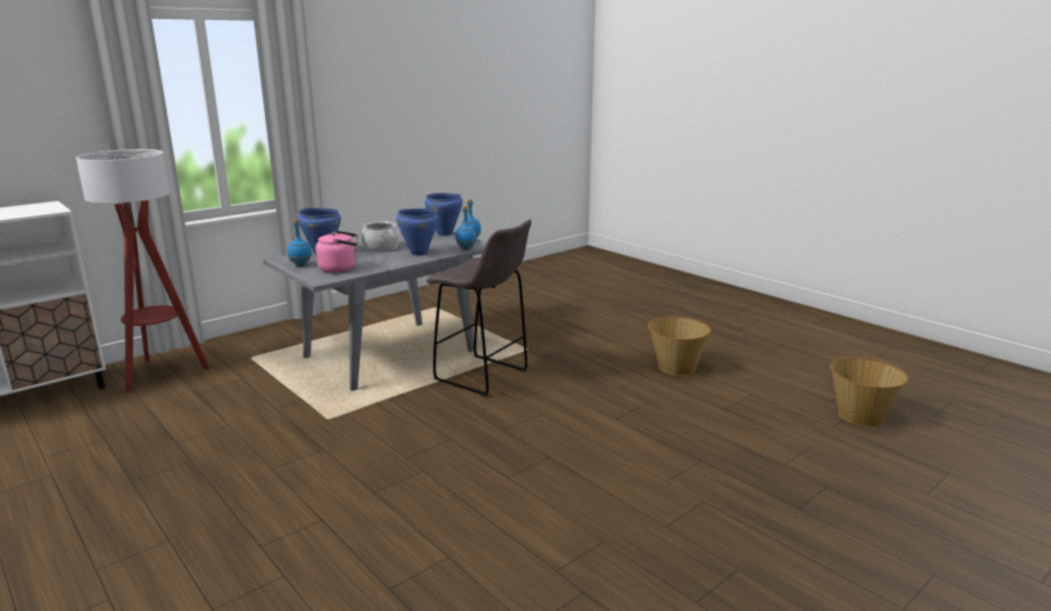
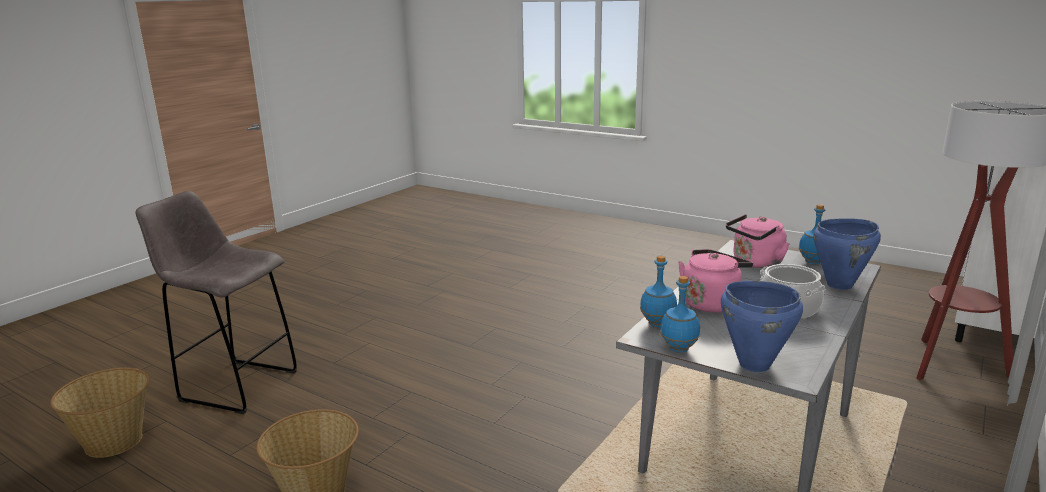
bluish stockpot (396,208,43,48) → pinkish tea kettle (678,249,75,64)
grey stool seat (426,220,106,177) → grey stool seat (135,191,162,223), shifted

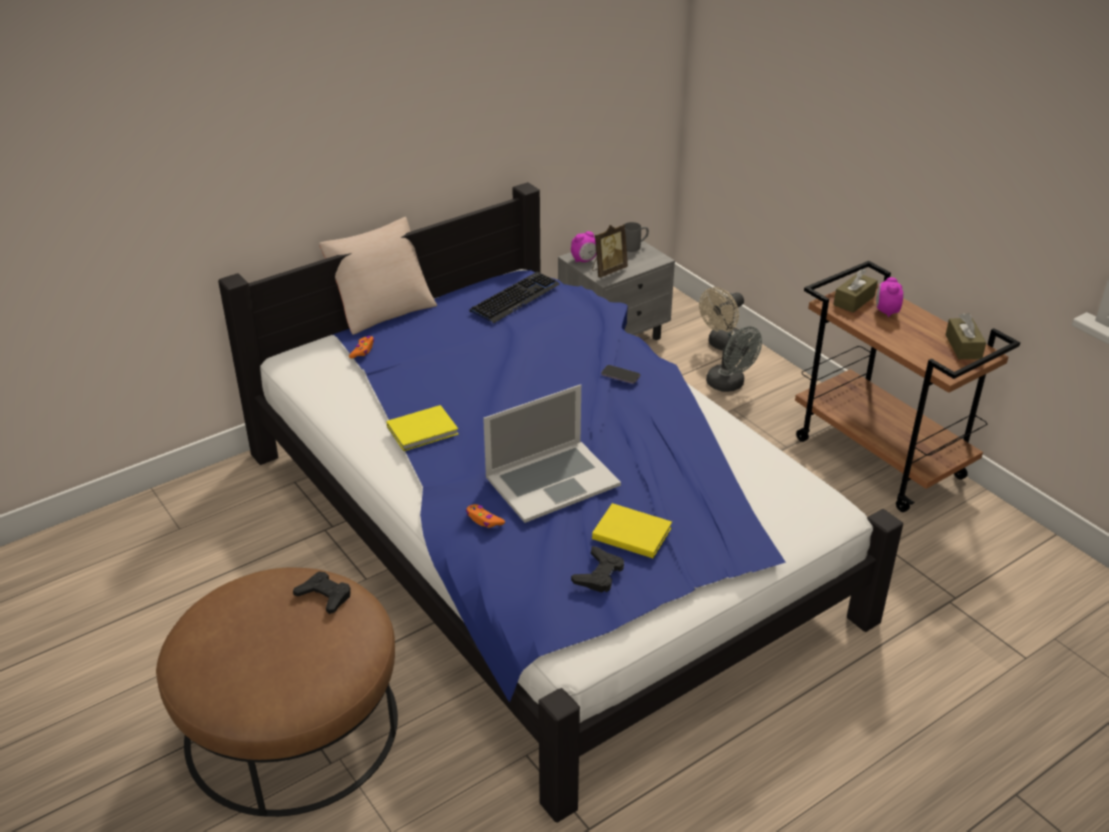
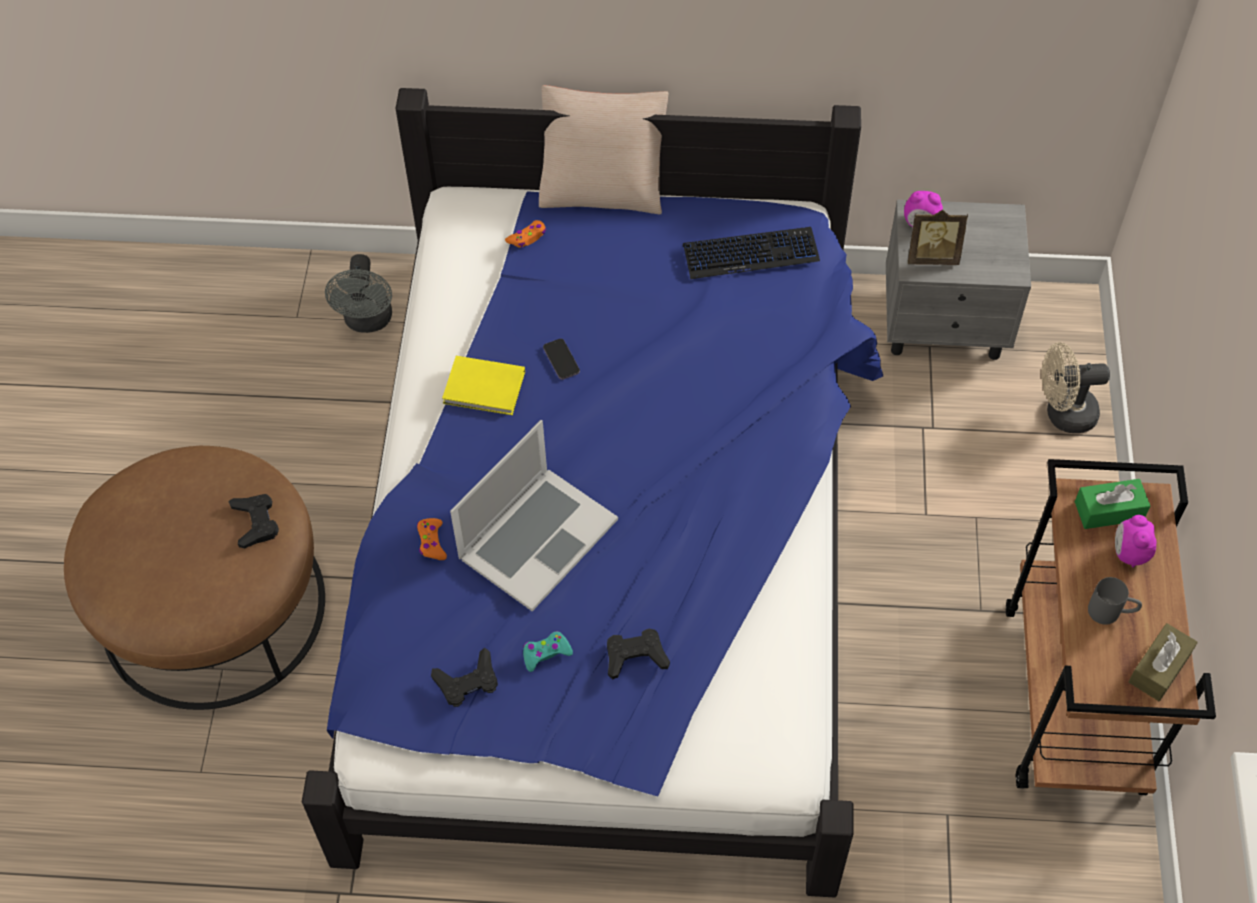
grey coffee mug (625,222,24,30) → grey coffee mug (1088,577,54,48), shifted
brownish box of tissues (833,269,45,44) → green-coloured box of tissues (1075,479,75,50)
table clock (876,277,27,40) → table clock (1115,515,42,53), 45 degrees counterclockwise
grey electric fan (706,326,56,66) → grey electric fan (325,254,67,79), shifted
telephone (601,365,39,19) → telephone (543,338,37,42), shifted
notebook computer (483,384,138,139) → notebook computer (450,420,168,191), 60 degrees counterclockwise
yellow book (592,503,80,56) → blue-green joypad (523,631,50,41)
- → black joypad (607,629,63,51)

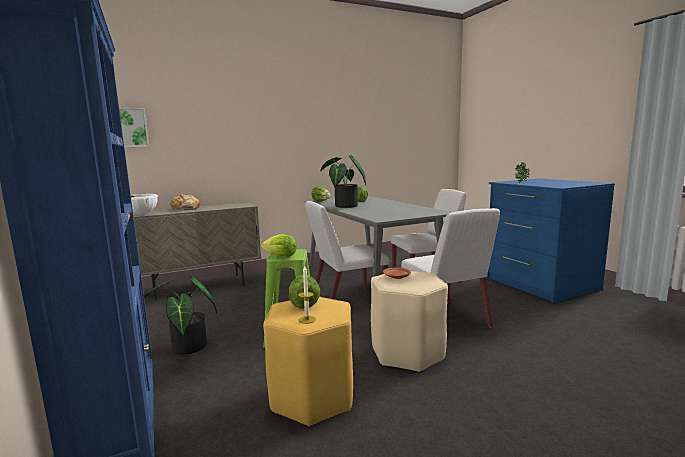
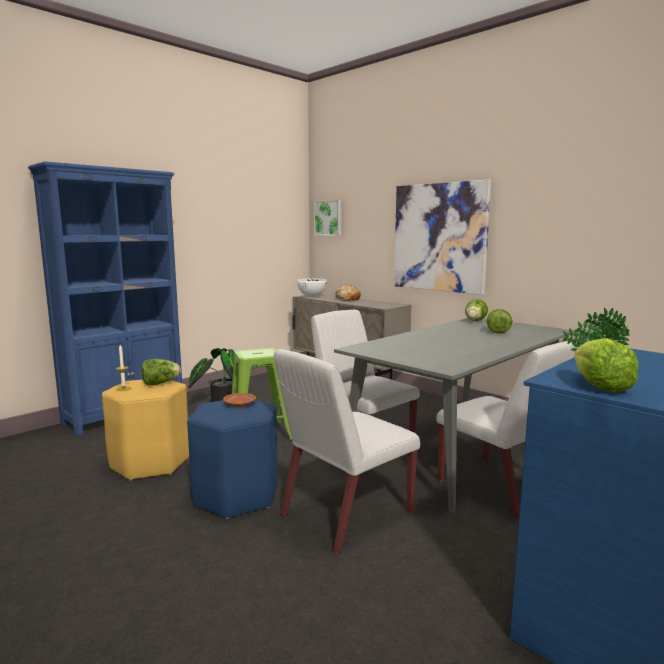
plant in a pot (320,156,46,52) → -
head of lettuce (261,234,36,23) → head of lettuce (574,338,64,55), shifted
sand-coloured stool seat (371,271,77,101) → bluish stool seat (187,400,91,119)
- → wall art (394,180,97,115)

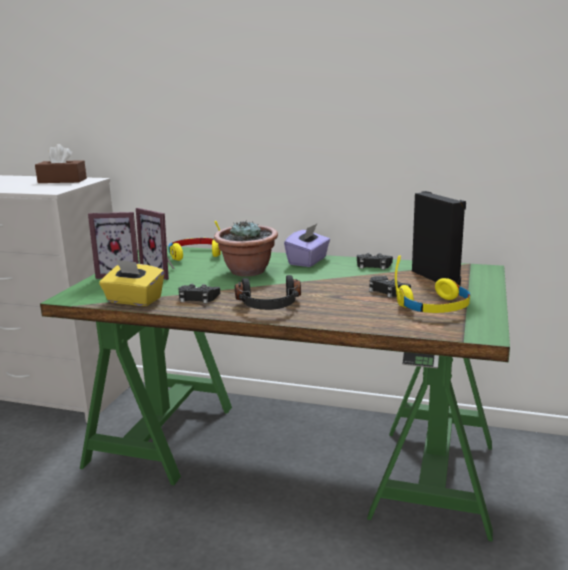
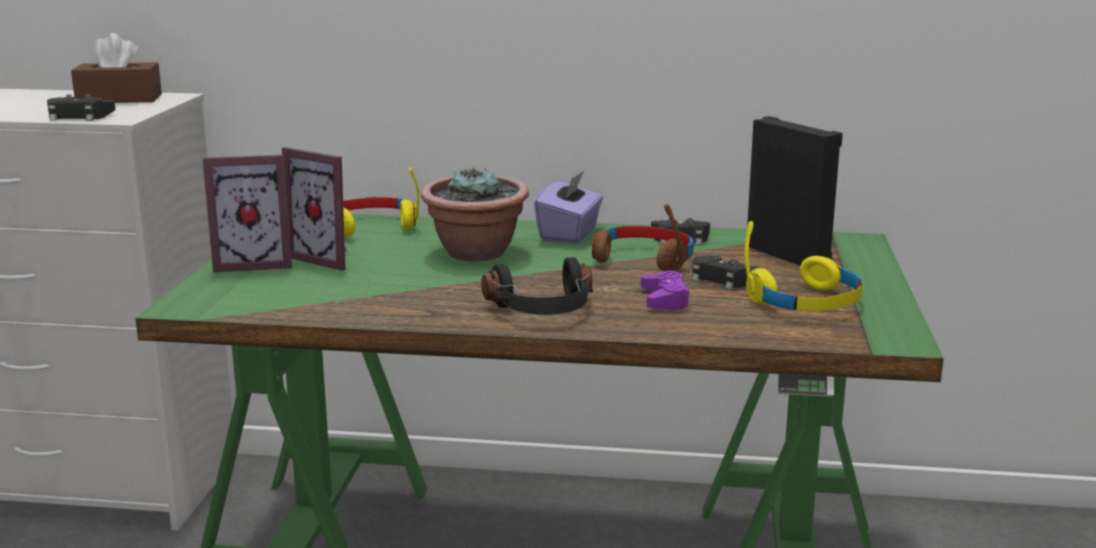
yellow box of tissues (99,259,65,47) → -
black joypad (178,284,42,19) → black joypad (47,94,69,27), shifted
- → brownish headphones (592,204,102,67)
- → purple-coloured joypad (641,271,49,39)

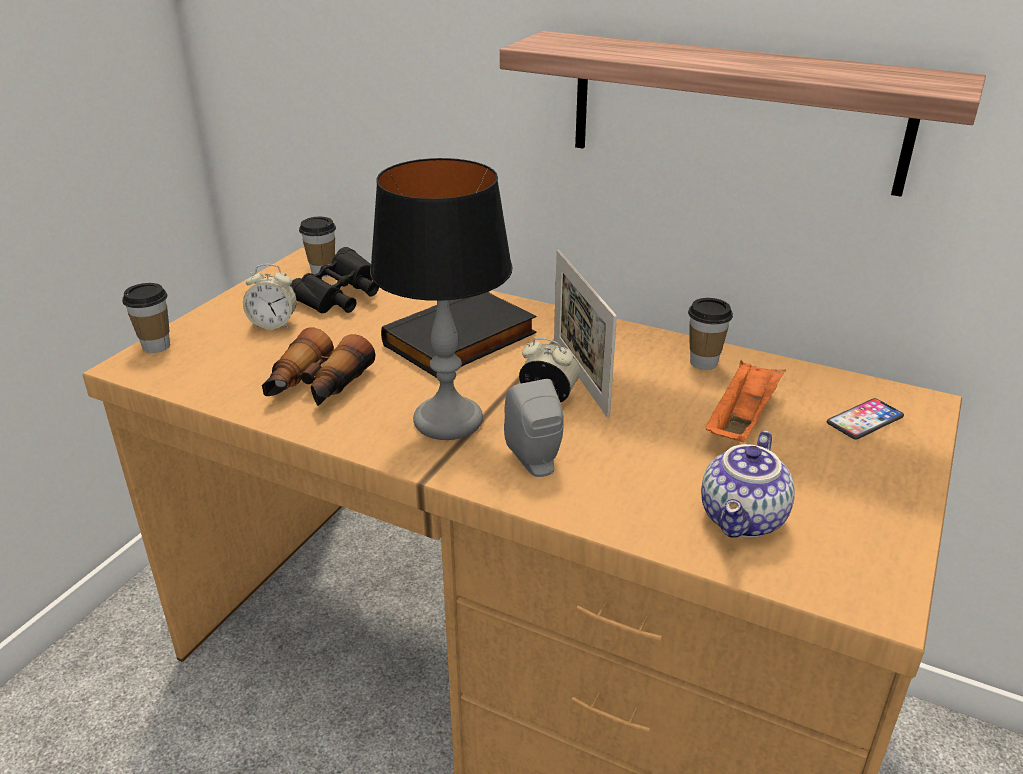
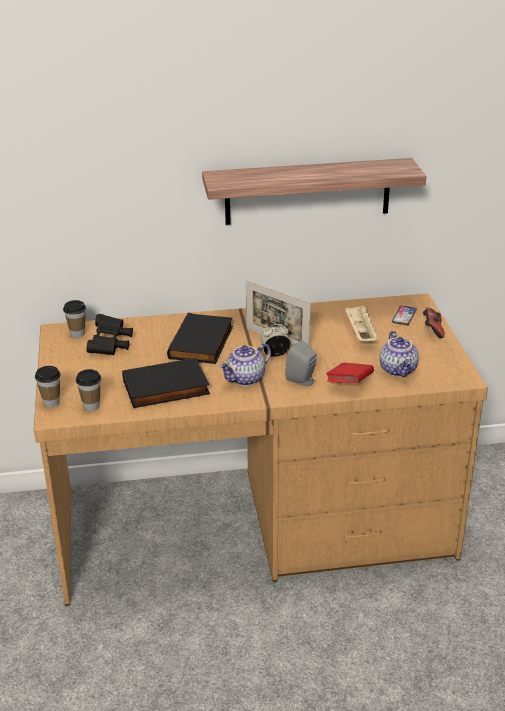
tabletop lamp (370,158,143,282) → teapot (219,343,52,43)
table clock (243,264,54,65) → -
drinking cup (688,298,45,72) → drinking cup (76,369,25,42), shifted
field glasses (262,328,113,78) → black book (122,358,88,50)
orange serving tray (705,360,81,82) → sand-coloured serving tray (345,304,33,38)
- → joypad (423,308,22,30)
- → reddish book (326,363,48,20)

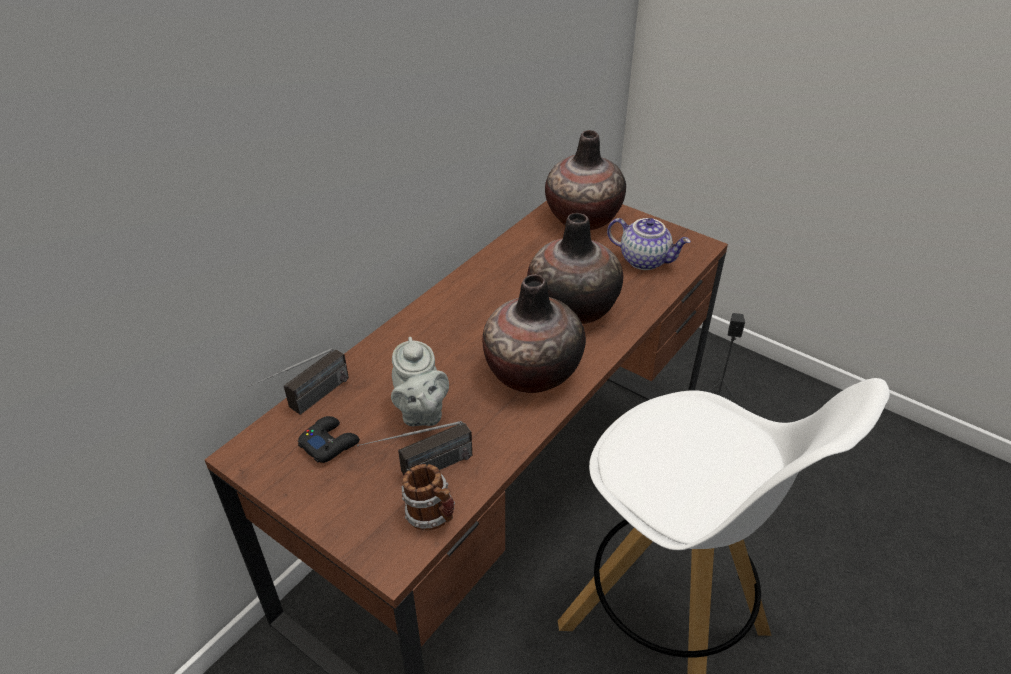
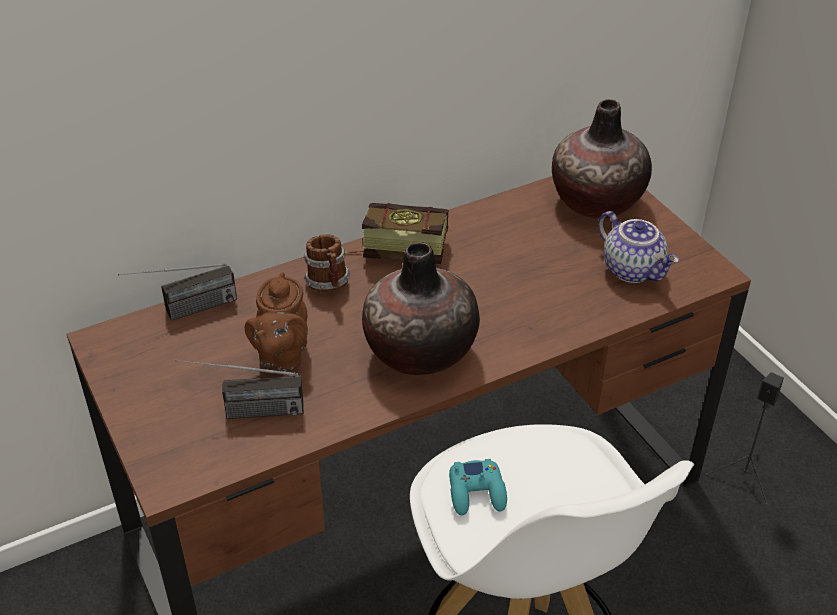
decorative vase (527,213,96,111) → -
grey teapot (391,337,58,89) → brownish teapot (245,272,63,100)
black joypad (297,416,63,47) → -
coffee mug (401,464,54,67) → coffee mug (303,235,47,58), shifted
- → book (345,203,104,61)
- → blue-green joypad (449,459,58,56)

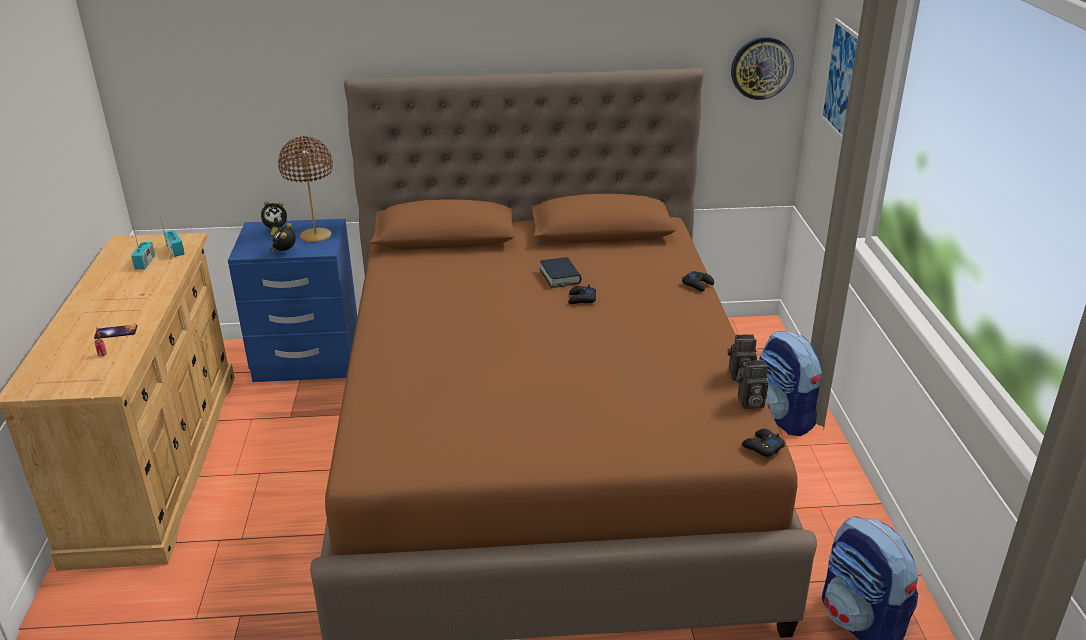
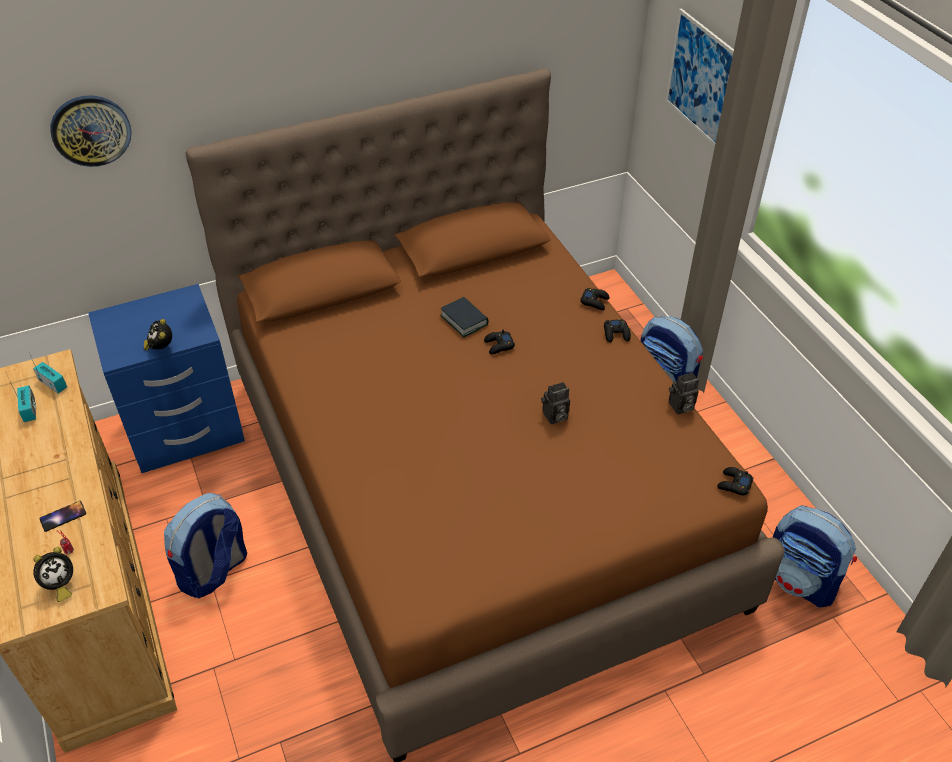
hanging clock (731,37,63,63) → hanging clock (50,96,82,71), shifted
brownish tabletop lamp (278,136,55,106) → -
table clock (261,201,26,35) → table clock (33,547,40,55), shifted
still camera (737,360,31,49) → still camera (541,382,29,42), shifted
- → black joypad (604,319,27,24)
- → knapsack (164,493,83,105)

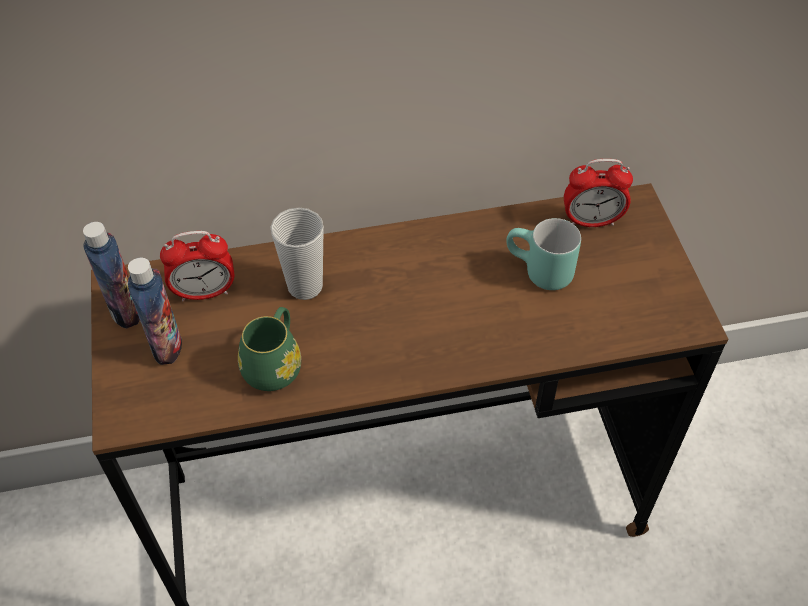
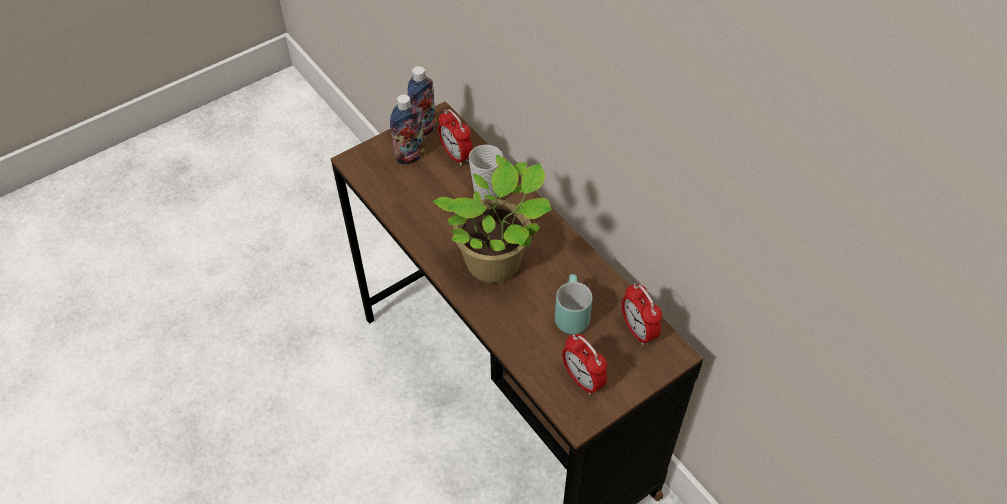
green-coloured coffee mug (238,307,63,84) → -
- → plant in a pot (432,155,119,128)
- → table clock (562,334,45,61)

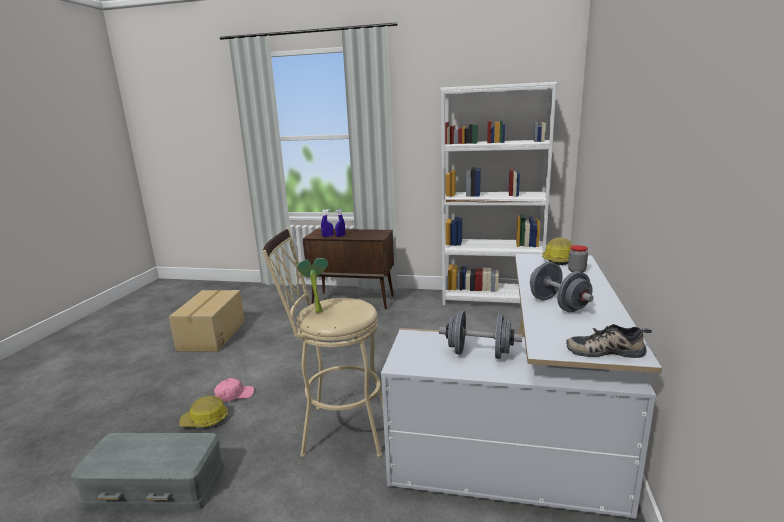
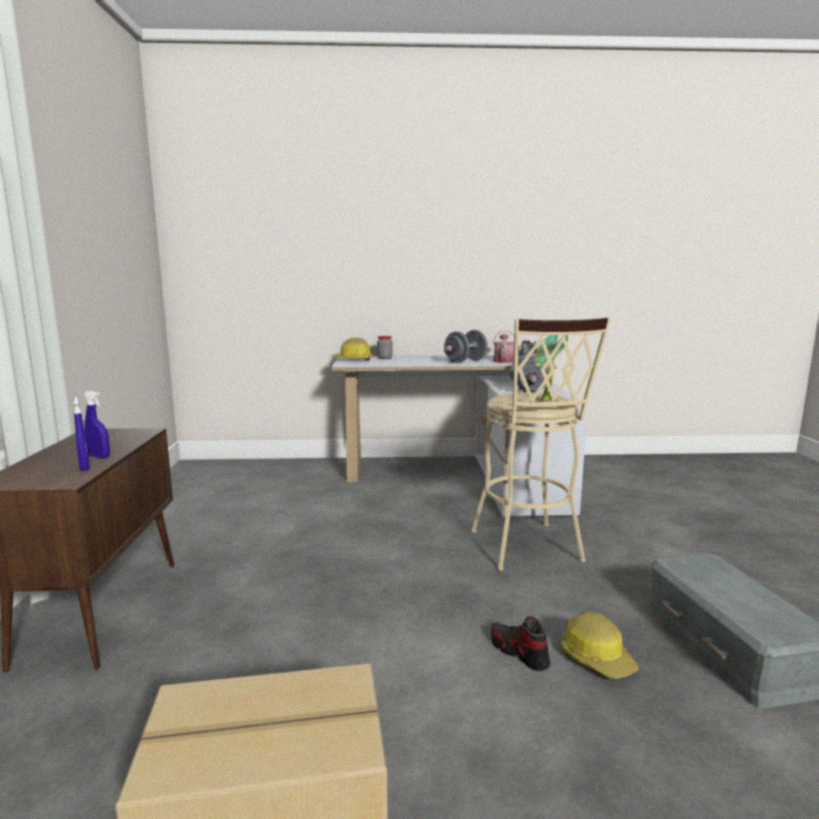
whitish bookcase (441,82,116,224) → -
pinkish baseball cap (214,378,40,24) → item of footwear (491,616,59,55)
- → watering pot (493,331,21,32)

